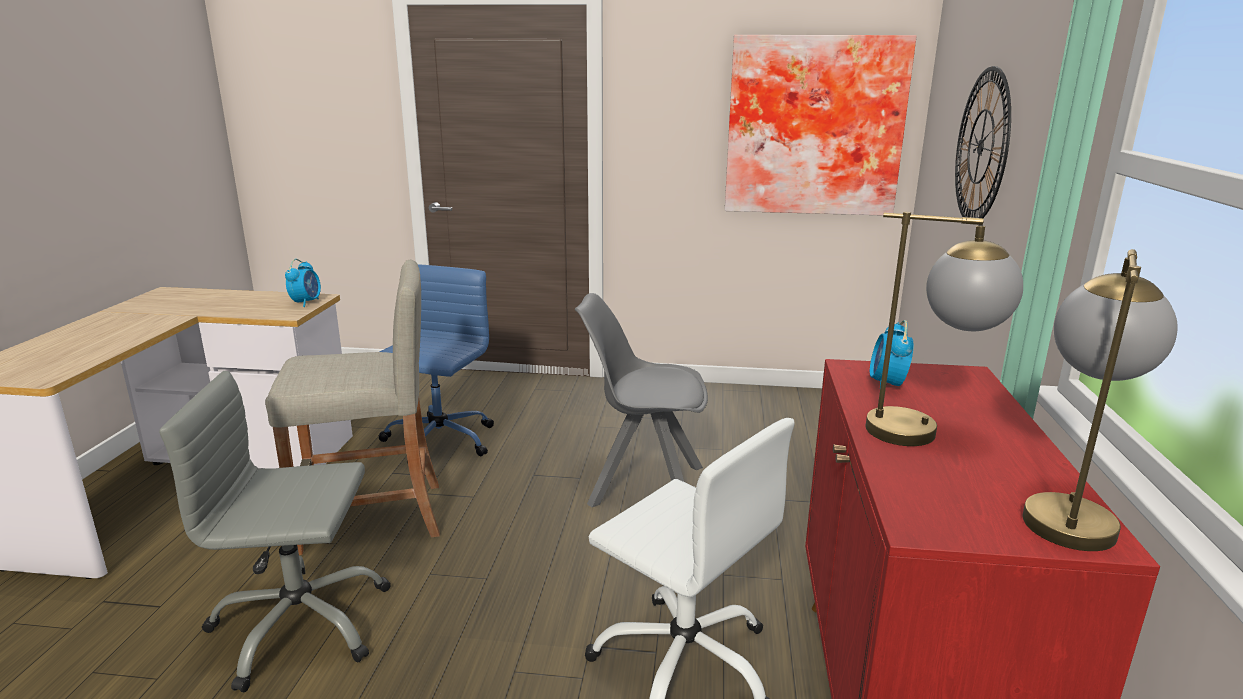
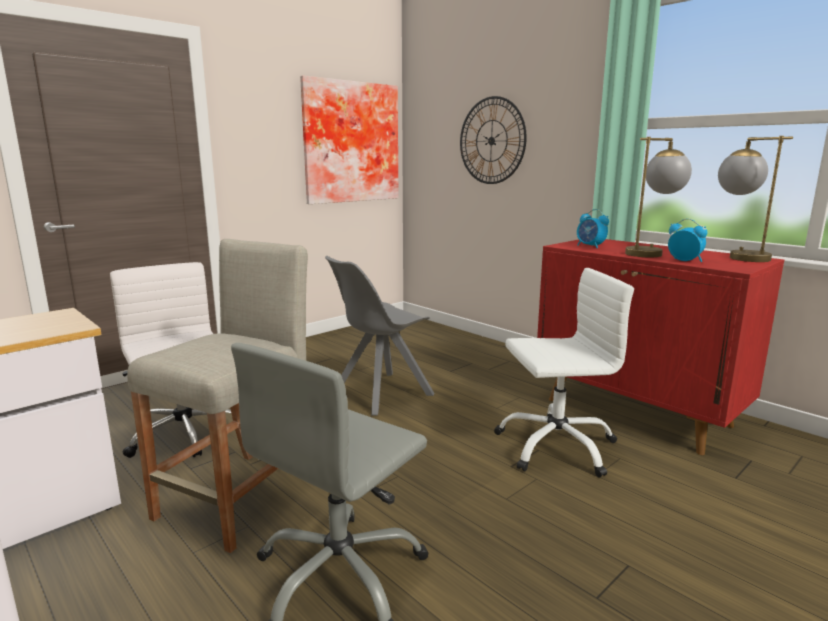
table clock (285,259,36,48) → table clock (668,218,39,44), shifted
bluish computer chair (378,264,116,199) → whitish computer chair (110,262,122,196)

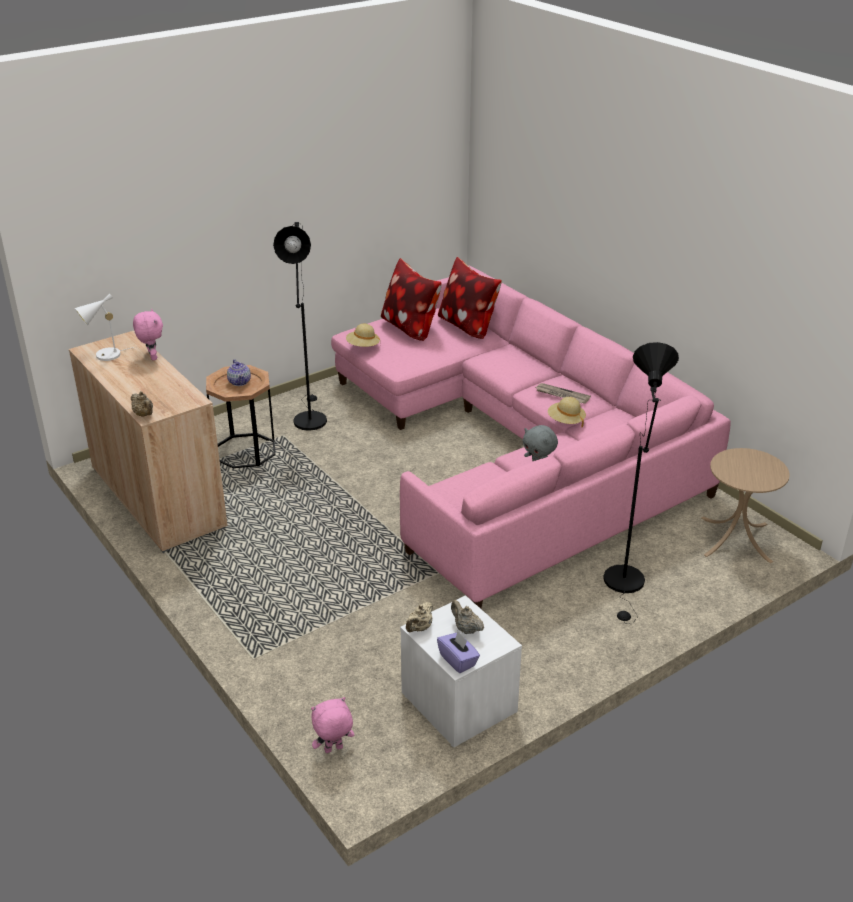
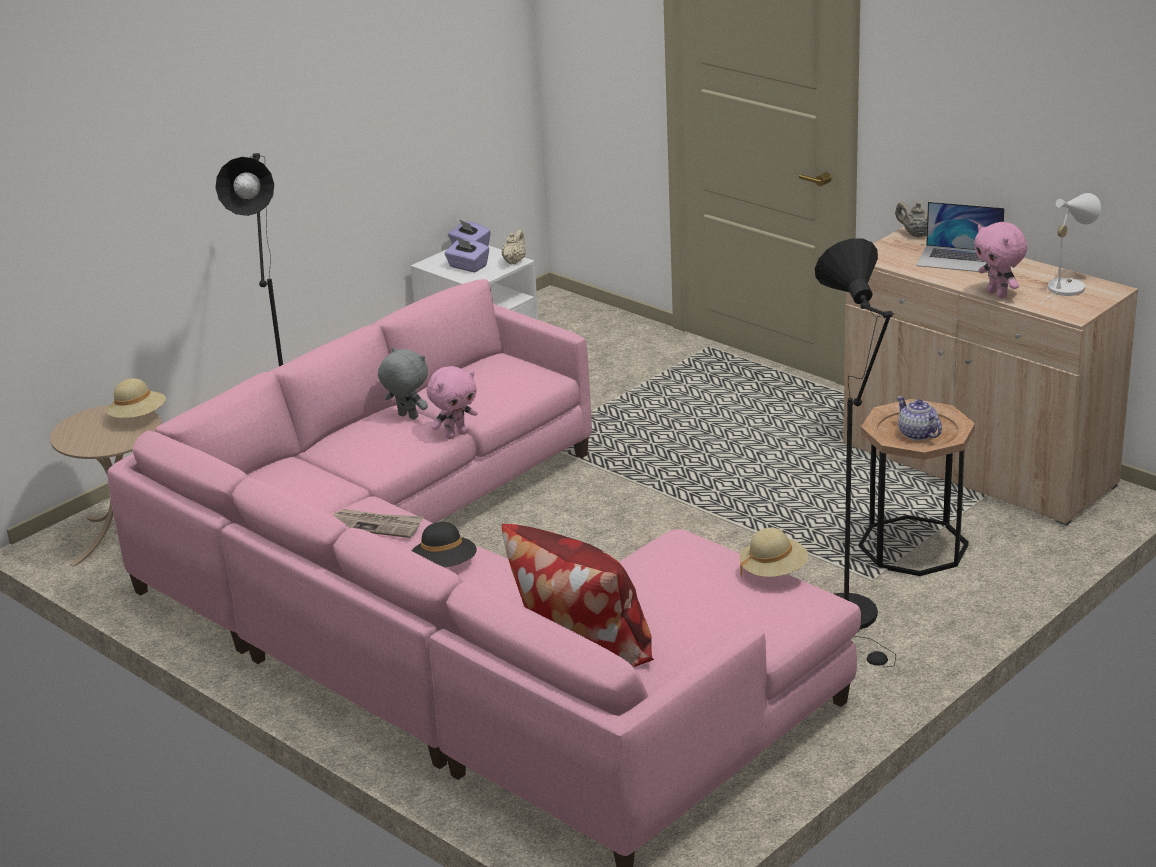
pillow (381,258,61,83) → -
sand-coloured wearable hat (548,397,38,31) → sand-coloured wearable hat (106,378,60,40), shifted
sand-coloured teapot (451,600,33,34) → purple-coloured box of tissues (444,238,45,34)
pinkish soft toy (311,697,43,56) → pinkish soft toy (427,366,51,73), shifted
- → notebook computer (916,202,89,71)
- → black wearable hat (412,522,65,46)

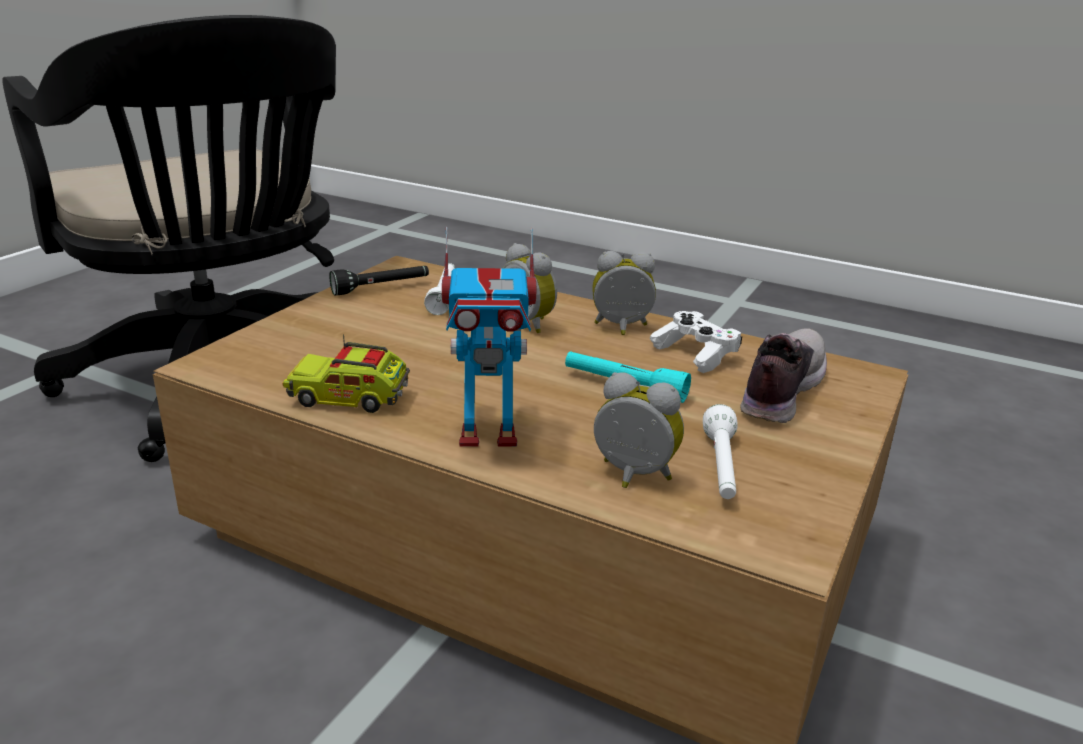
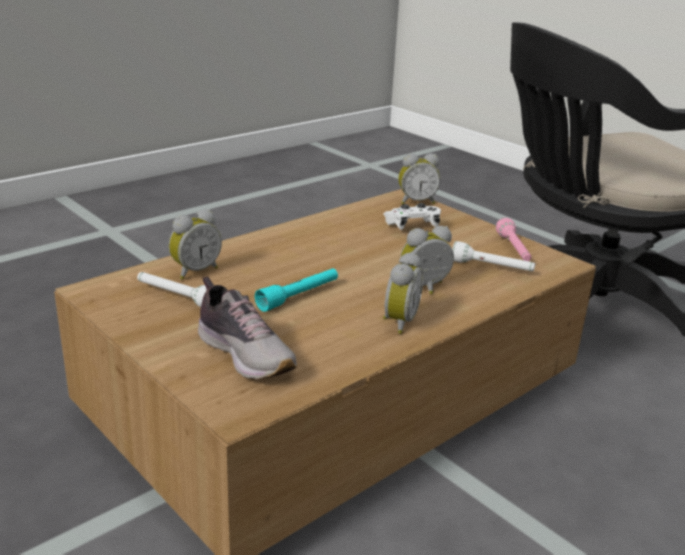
model robot (442,227,94,220) → -
black hand torch (329,266,100,29) → pinkish hand torch (496,218,35,43)
whitish joypad (650,311,92,62) → whitish joypad (383,203,58,27), shifted
model truck (282,334,128,79) → -
- → table clock (398,153,43,51)

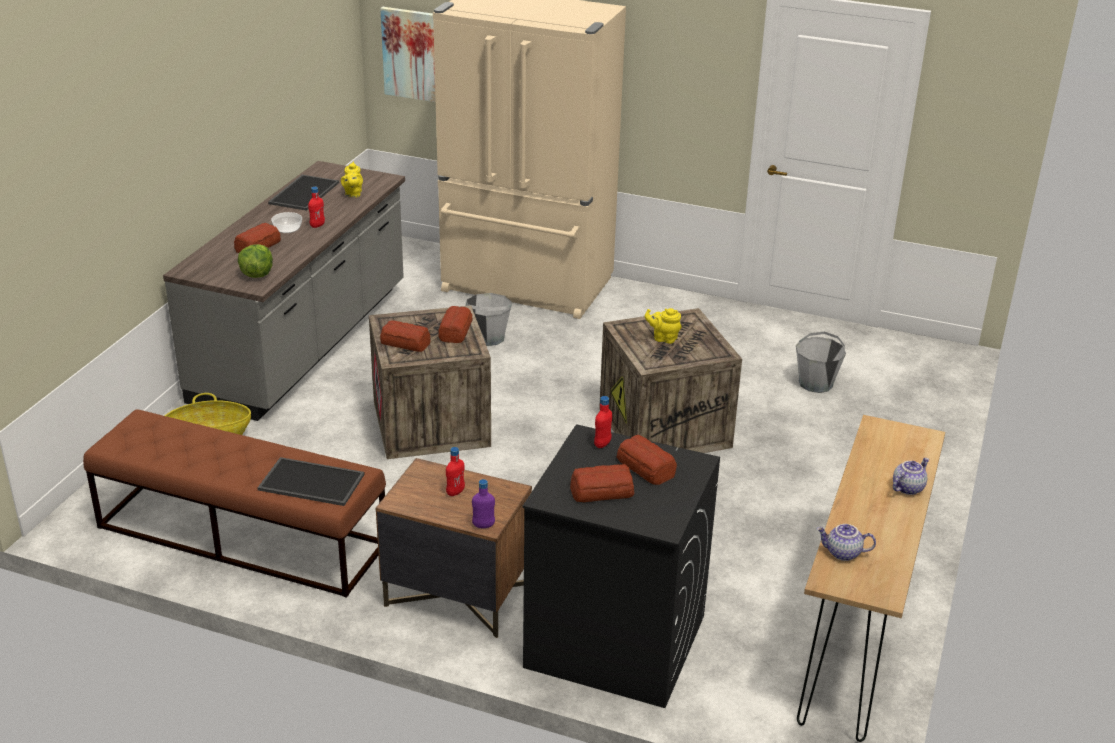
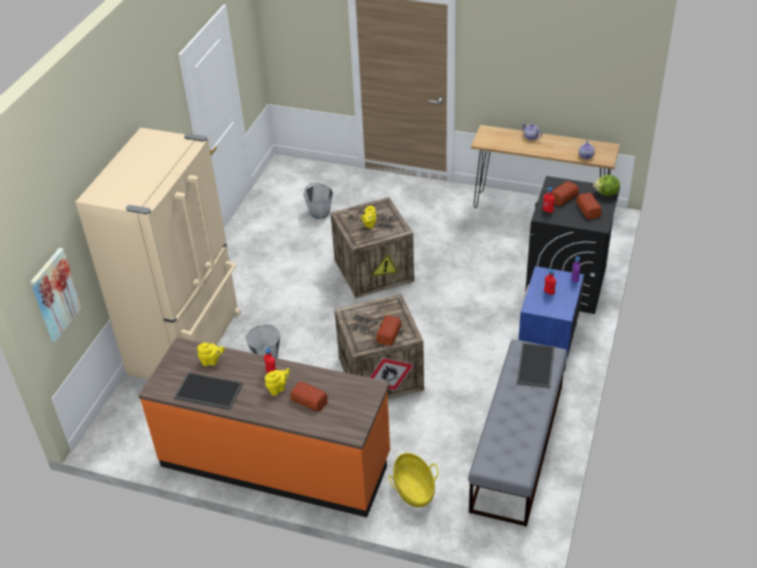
grey counter (163,161,242,260) → orange counter (138,337,252,180)
serving bowl (271,212,31,21) → yellow teapot (265,368,25,28)
head of lettuce (238,244,35,34) → head of lettuce (593,175,27,21), shifted
bakery bread (438,306,35,37) → -
brownish indoor bench (83,409,303,189) → grey indoor bench (468,339,99,188)
brownish nightstand (376,458,156,180) → bluish nightstand (518,266,66,105)

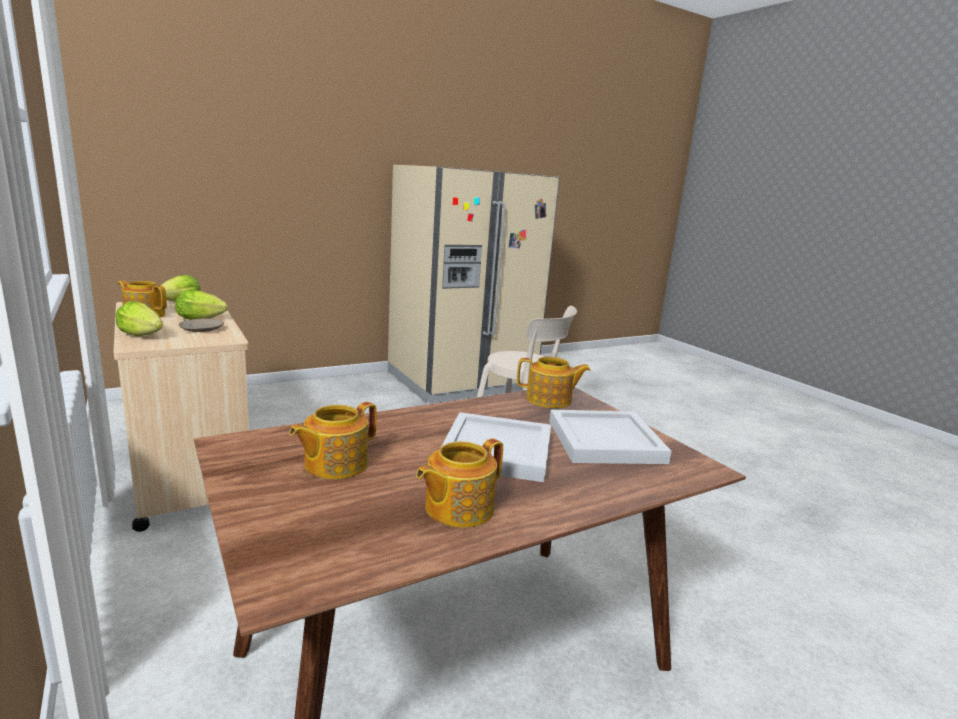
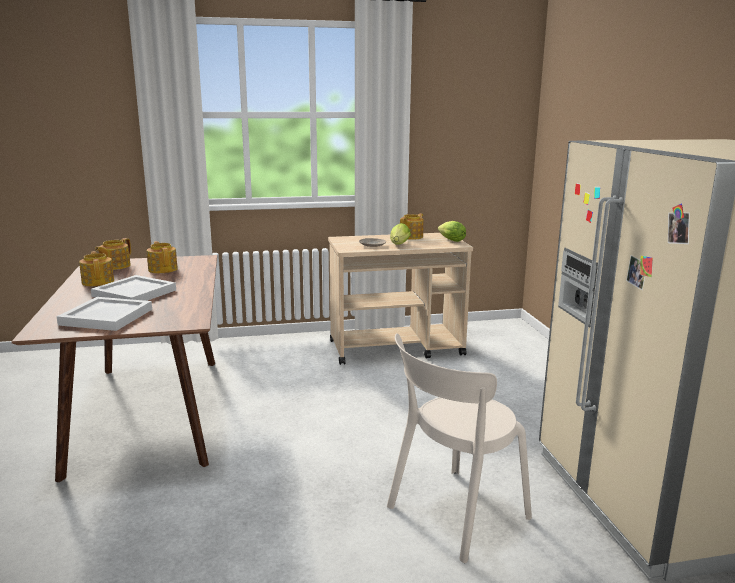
head of lettuce (116,301,47,35) → -
teapot (517,357,74,51) → teapot (95,238,36,32), shifted

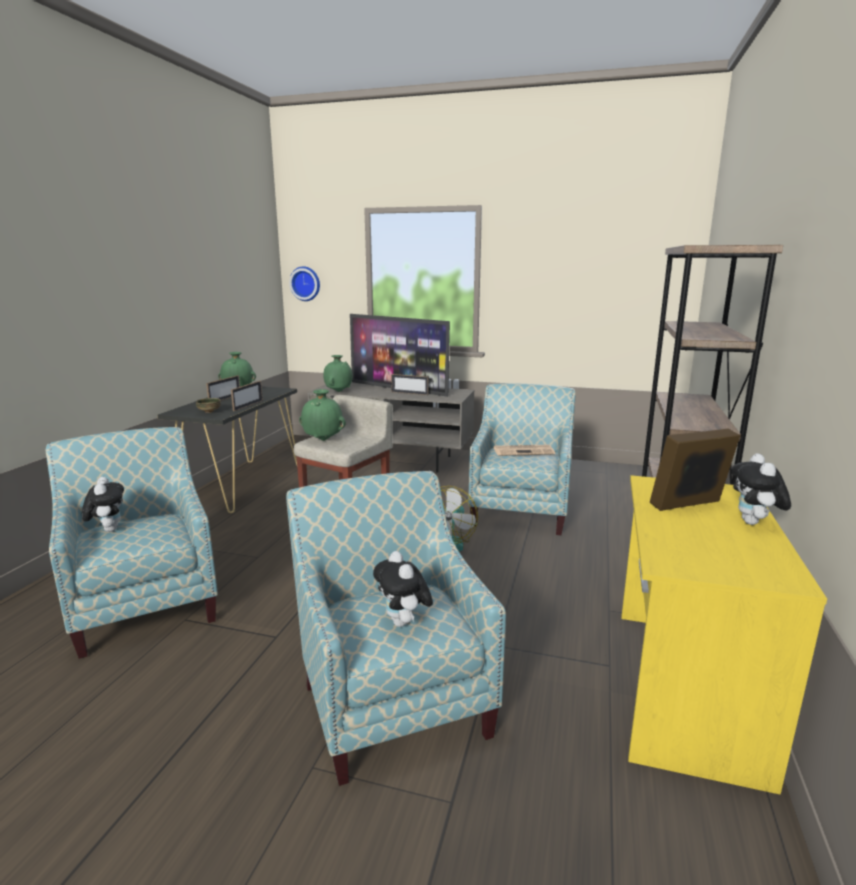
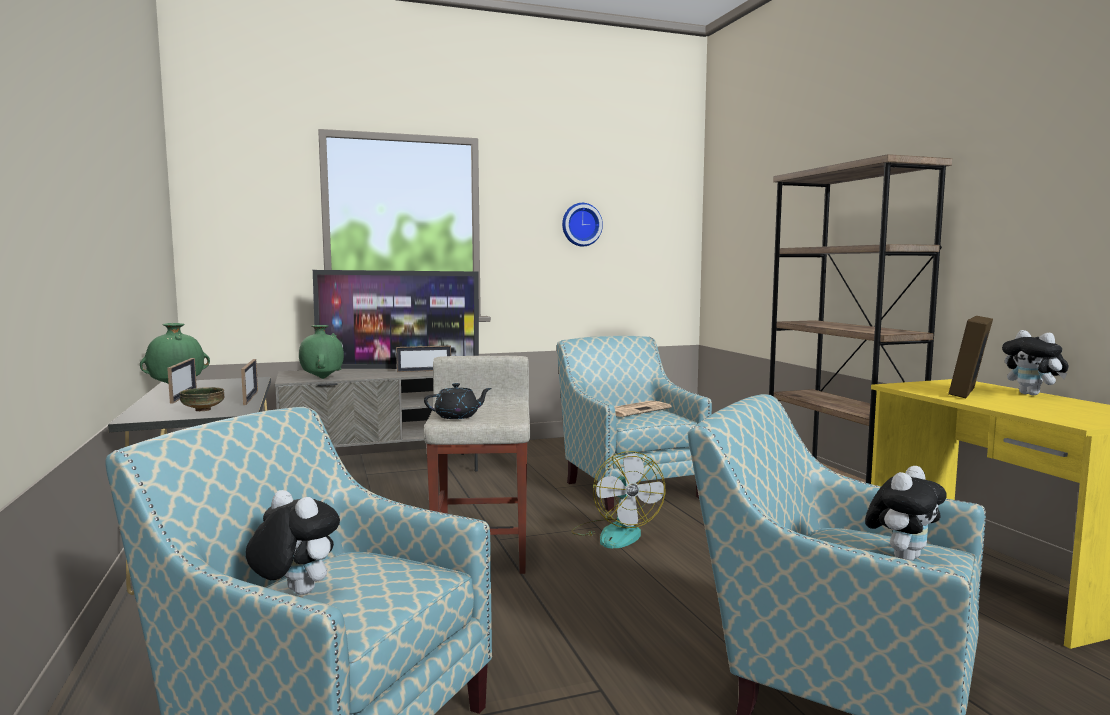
hanging clock (289,266,31,35) → hanging clock (562,203,41,43), shifted
green-coloured decorative vase (299,389,47,52) → black teapot (424,383,67,36)
soft toy (373,551,60,76) → soft toy (865,466,82,95), 75 degrees counterclockwise

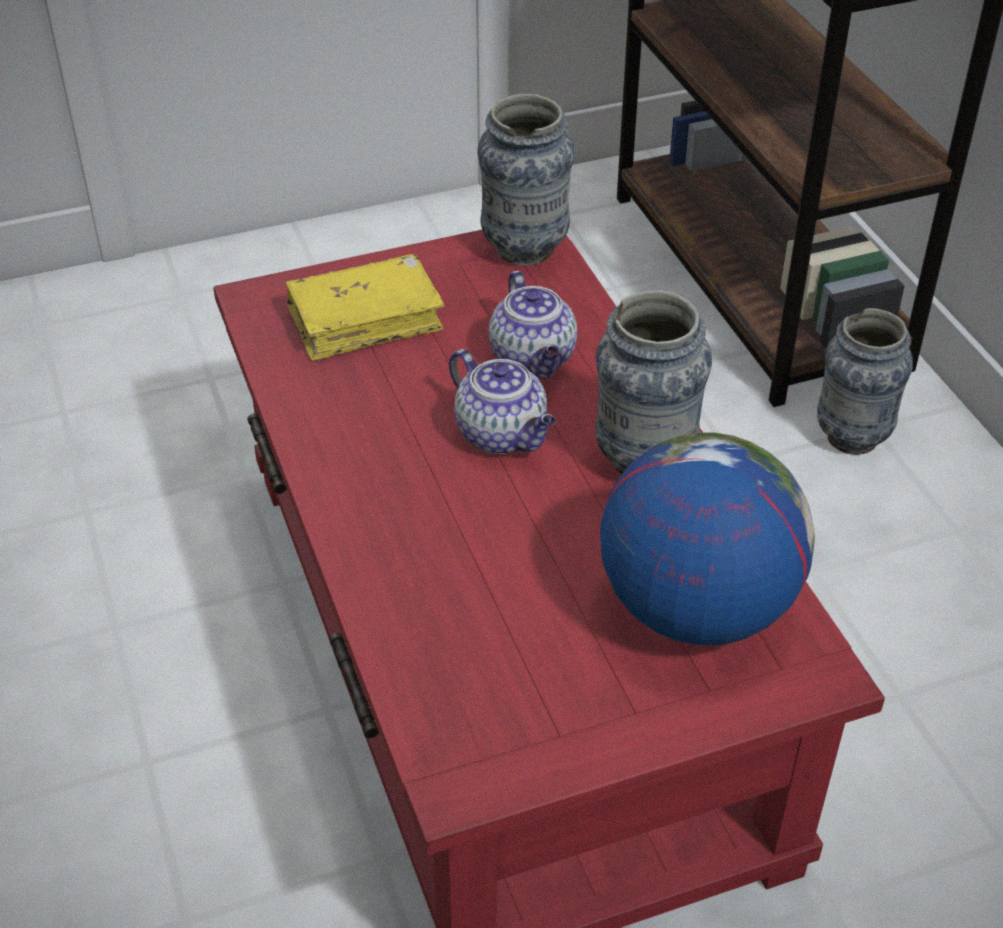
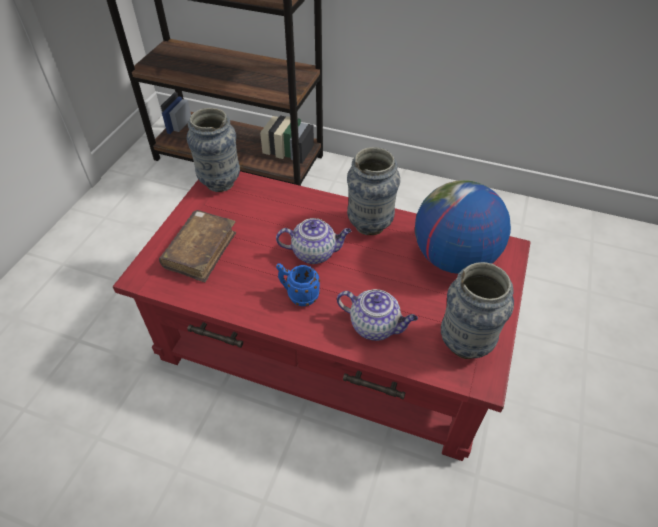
yellow book (286,254,158,107) → brownish book (159,210,77,72)
teapot (489,271,88,107) → teapot (337,289,81,52), shifted
decorative vase (817,308,96,147) → decorative vase (441,262,73,97), shifted
- → bluish coffee mug (276,263,44,43)

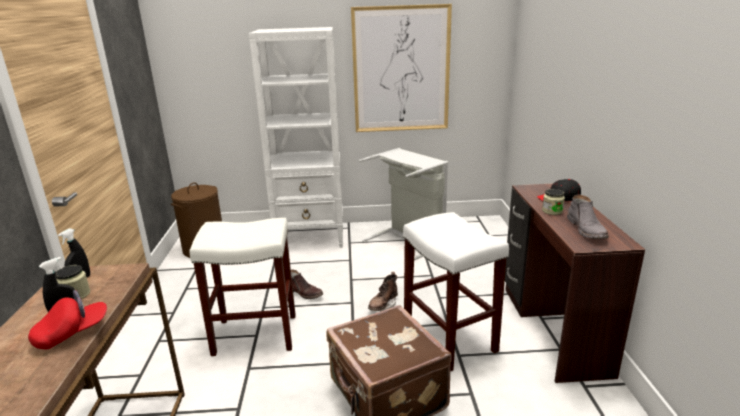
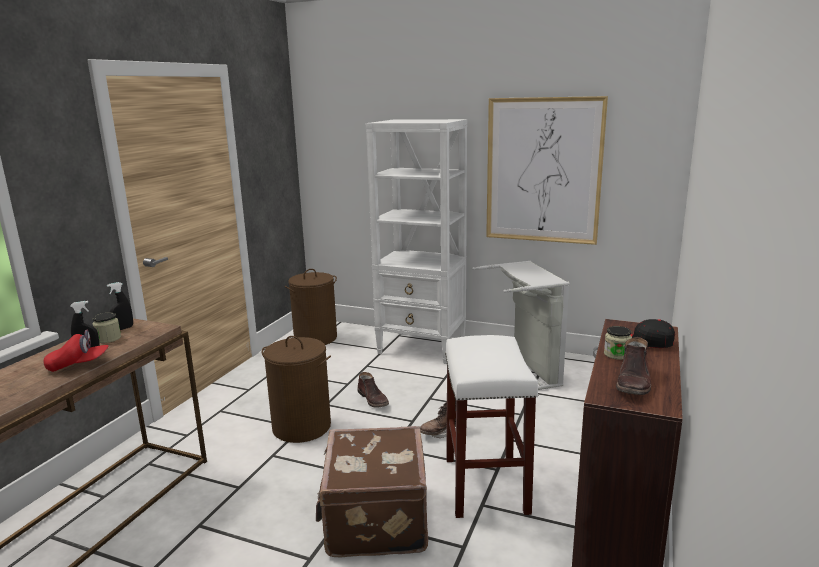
grey high-top boot (567,194,42,45) → brownish high-top boot (616,337,35,58)
whitish stool seat (190,218,106,138) → brownish hamper (262,336,69,107)

